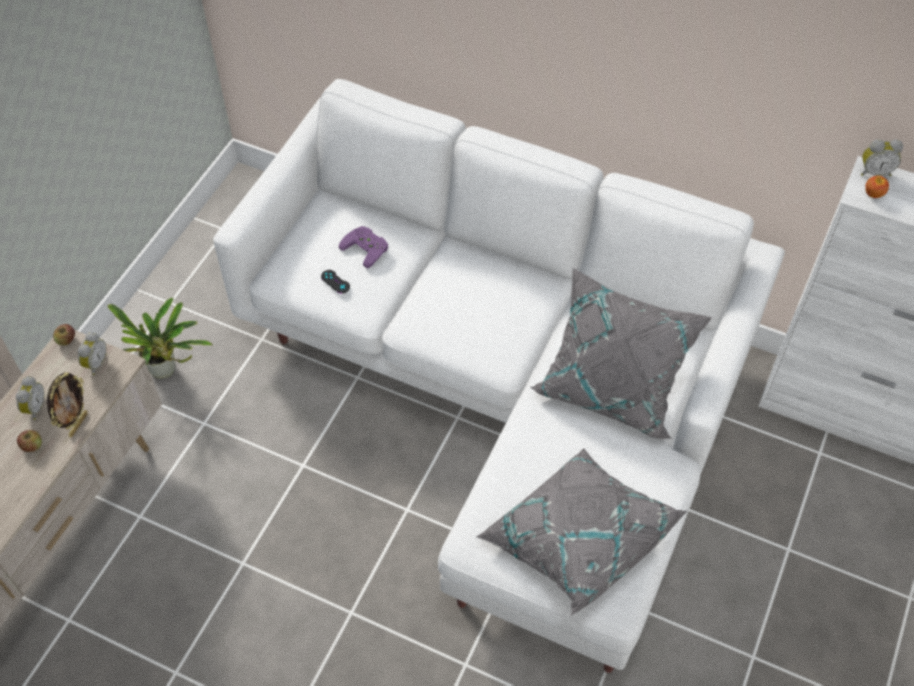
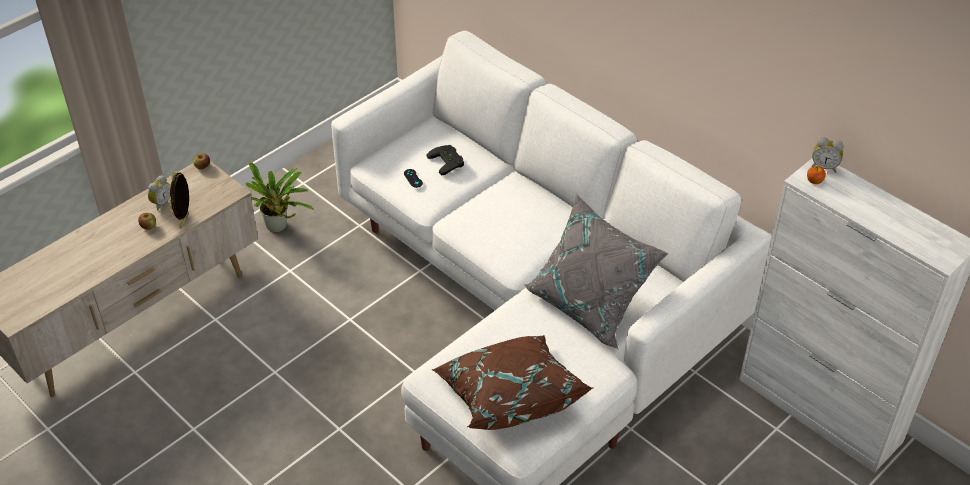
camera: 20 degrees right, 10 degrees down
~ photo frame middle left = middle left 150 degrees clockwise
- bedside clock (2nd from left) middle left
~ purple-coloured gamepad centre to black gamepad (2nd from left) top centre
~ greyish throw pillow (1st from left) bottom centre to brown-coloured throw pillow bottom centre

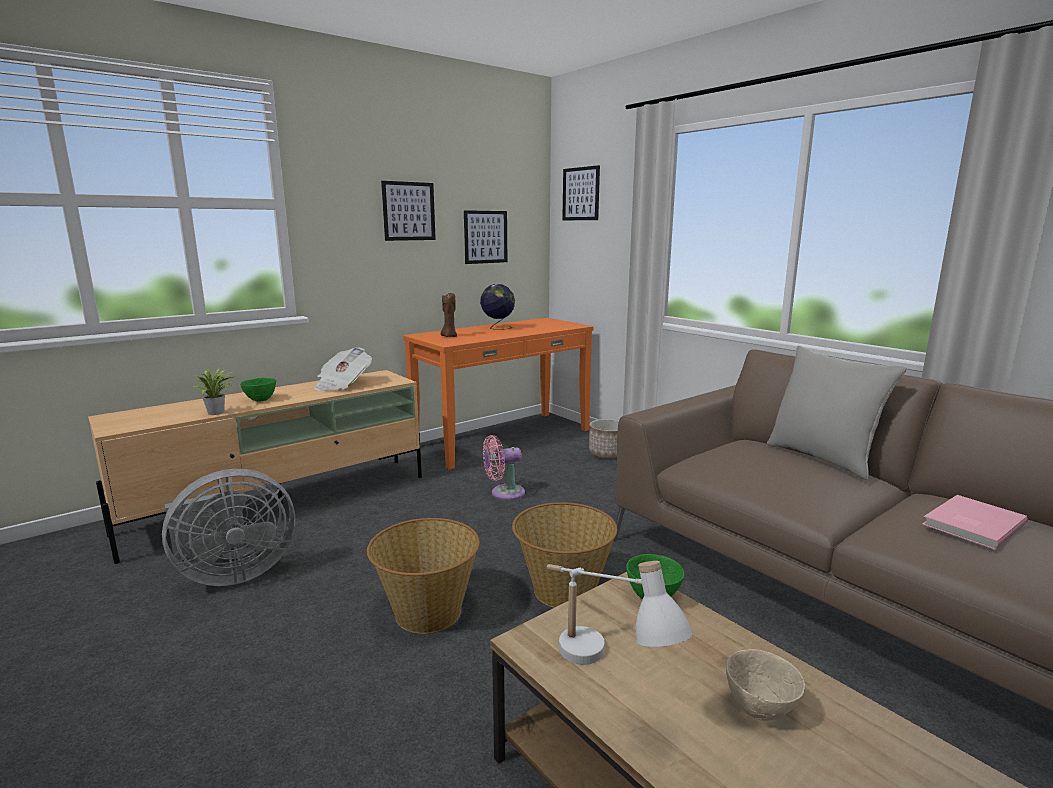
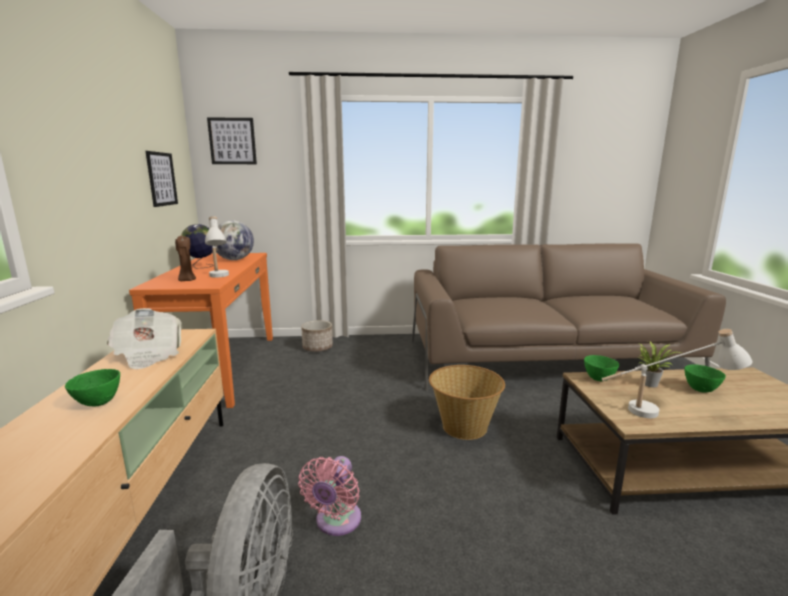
camera: 55 degrees left, 0 degrees up
~ houseplant middle left to middle right
- basket (1st from left) bottom centre
- wall art (1st from left) top centre
~ pinkish cooling fan centre to bottom centre
~ beige bowl bottom right to green-coloured bowl (3rd from left) middle right
- greyish throw pillow middle right
- pinkish volume middle right
+ whitish lamp for a table (1st from left) middle left
+ world globe (2nd from left) middle left

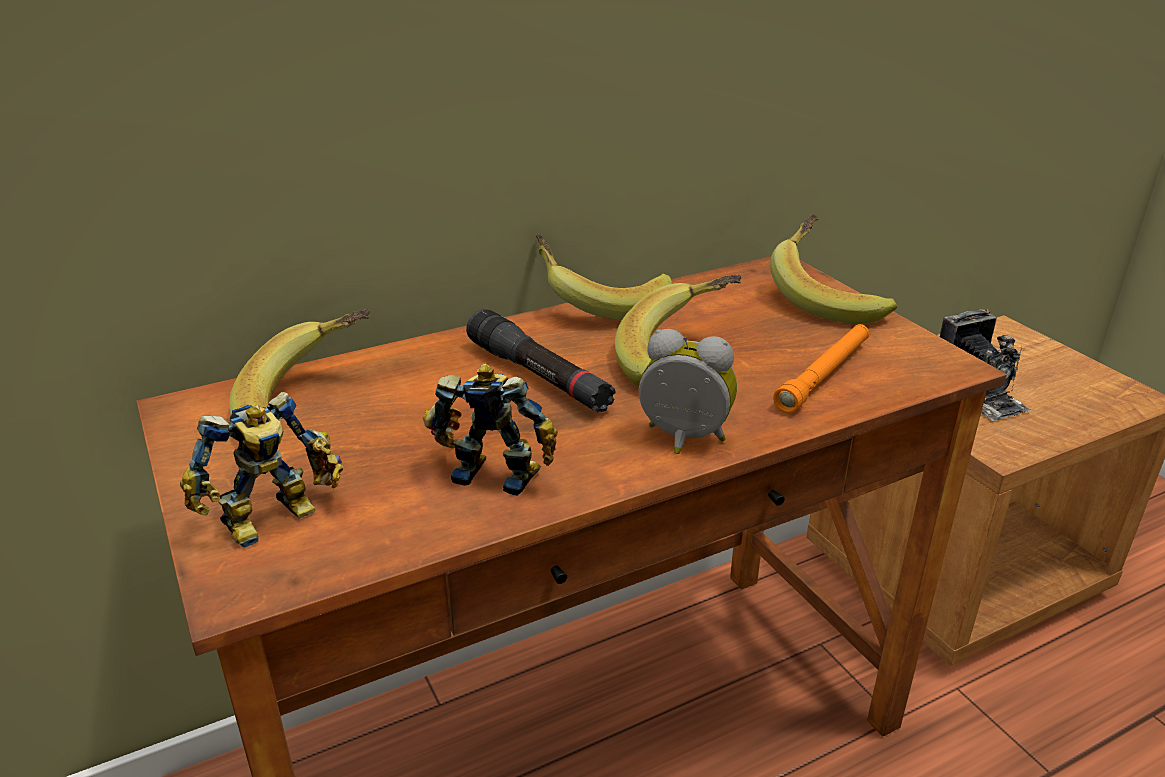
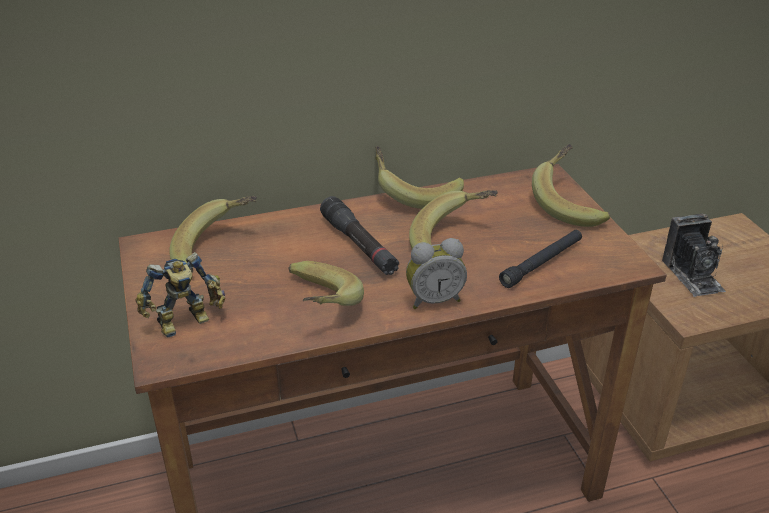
camera: 10 degrees right, 5 degrees up
~ robot figure (2nd from left) centre to whole banana (2nd from left) centre
~ bedside clock centre = centre 135 degrees clockwise
~ orange torch middle right to black torch (2nd from left) middle right

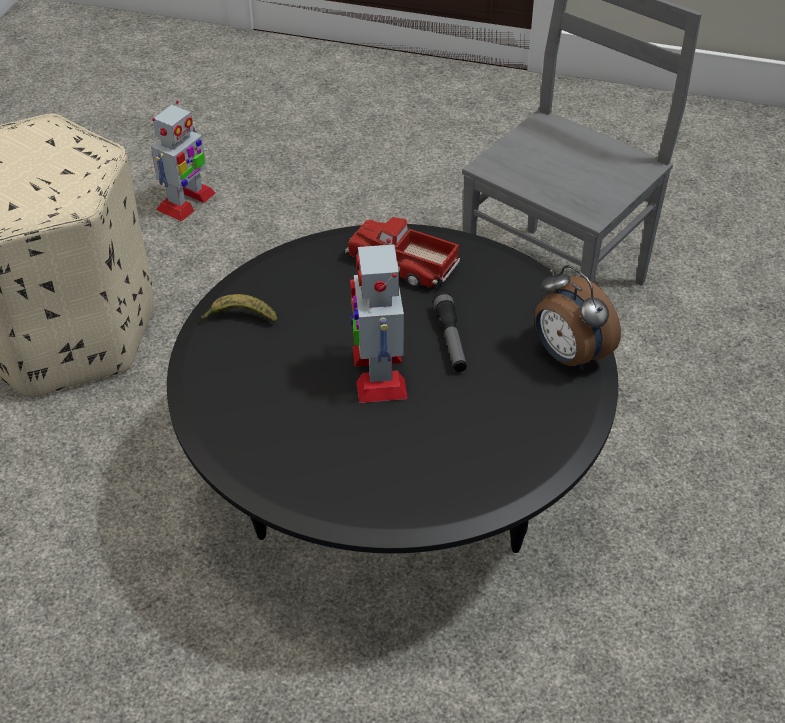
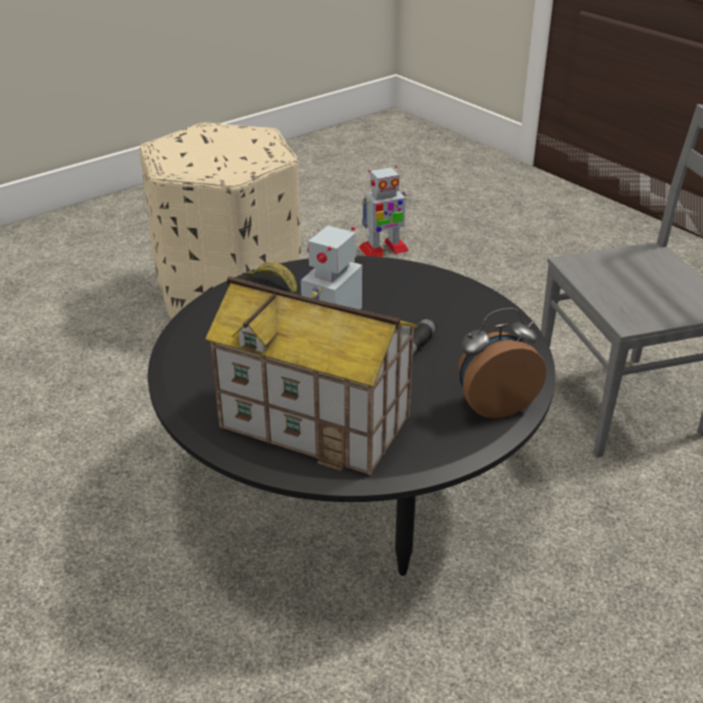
camera: 35 degrees right, 10 degrees down
- toy lorry centre
~ bedside clock middle right = middle right 75 degrees clockwise
+ toy house centre

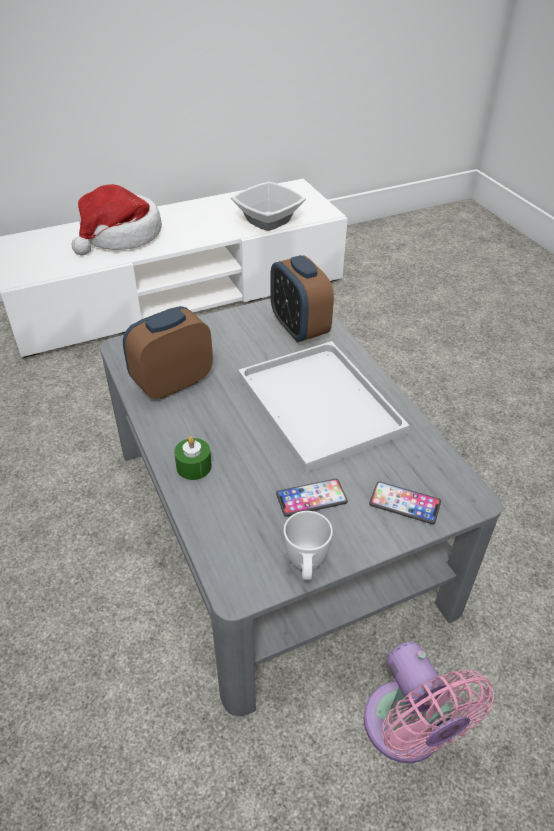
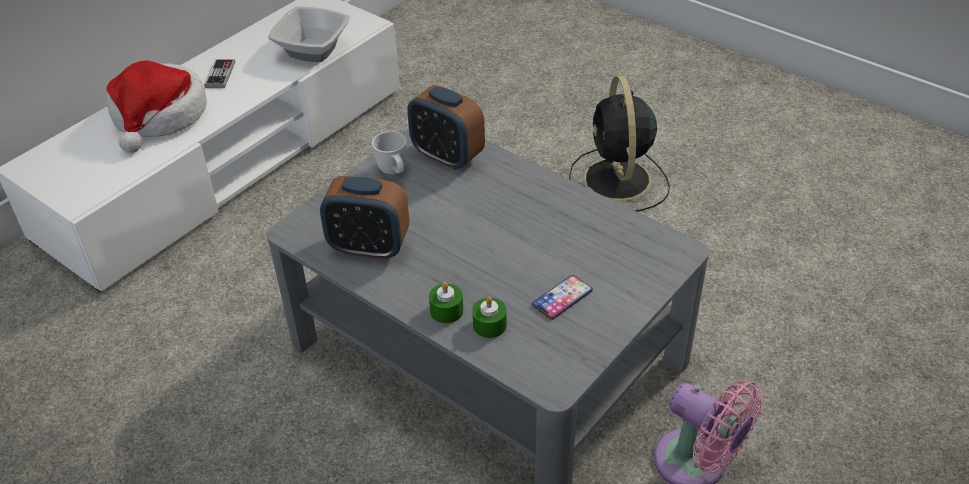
camera: 25 degrees left, 0 degrees up
~ bedside clock (1st from left) middle left = centre 105 degrees counterclockwise
- whitish serving tray centre
~ whitish coffee mug centre to top centre
- handset (2nd from left) middle right
+ gamepad top left
+ green-coloured wax candle (2nd from left) centre
+ black cooling fan top centre

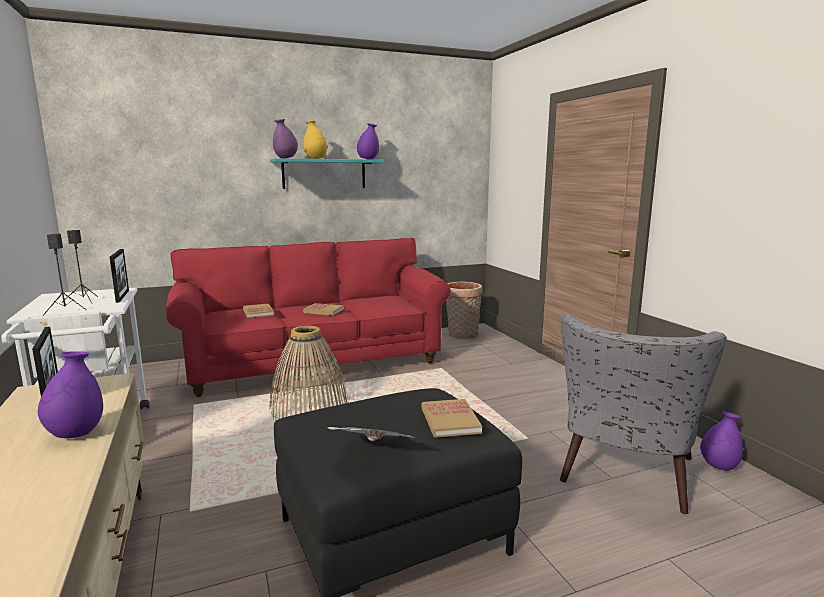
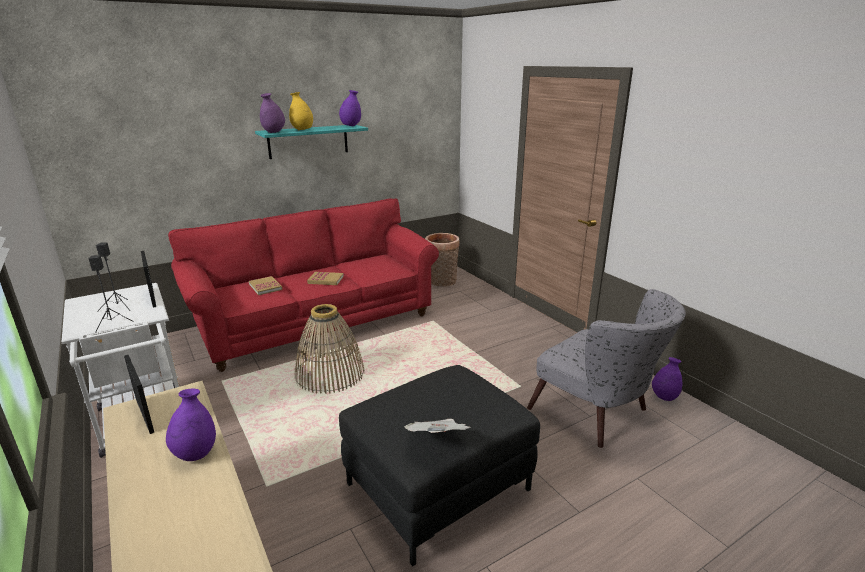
camera: 10 degrees left, 10 degrees up
- volume (3rd from left) bottom centre
~ greyish lounge chair bottom right = middle right 60 degrees counterclockwise

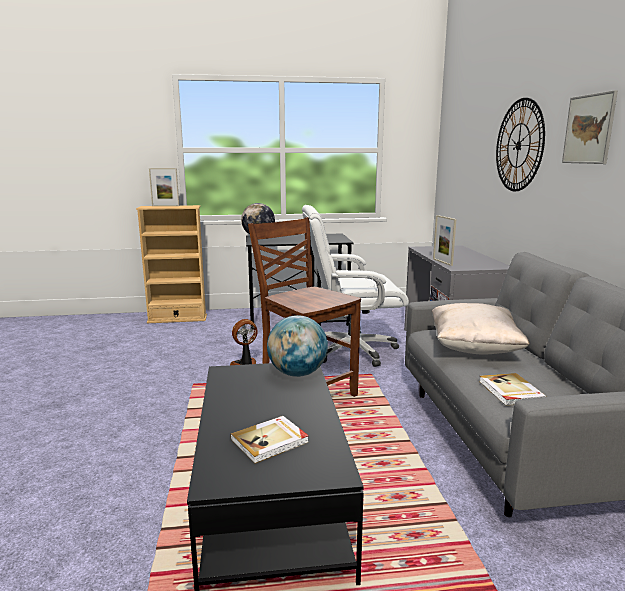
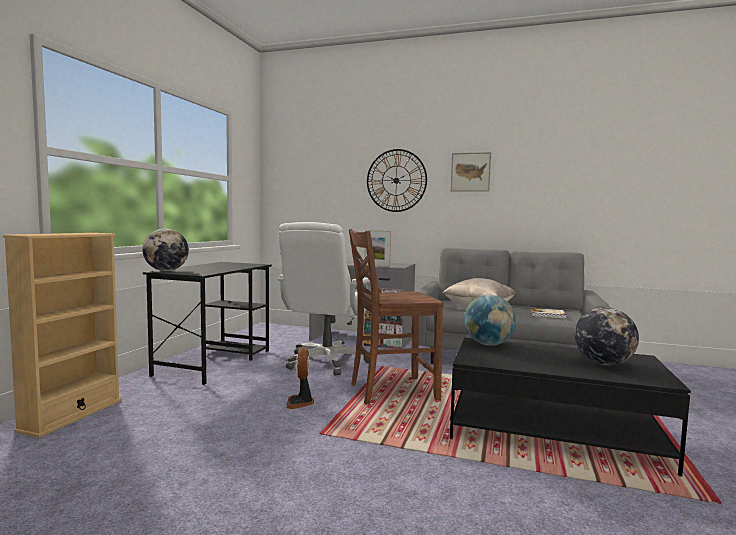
camera: 65 degrees left, 10 degrees down
- photo frame (1st from left) top left
~ volume (1st from left) bottom centre to world globe (3rd from left) middle right

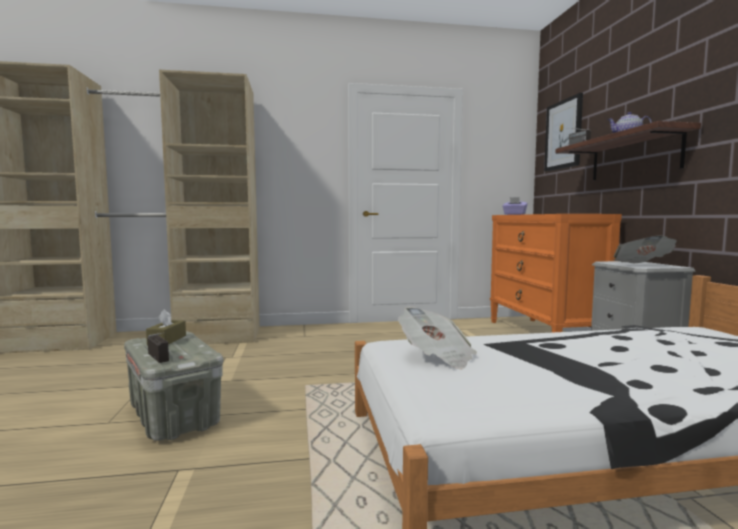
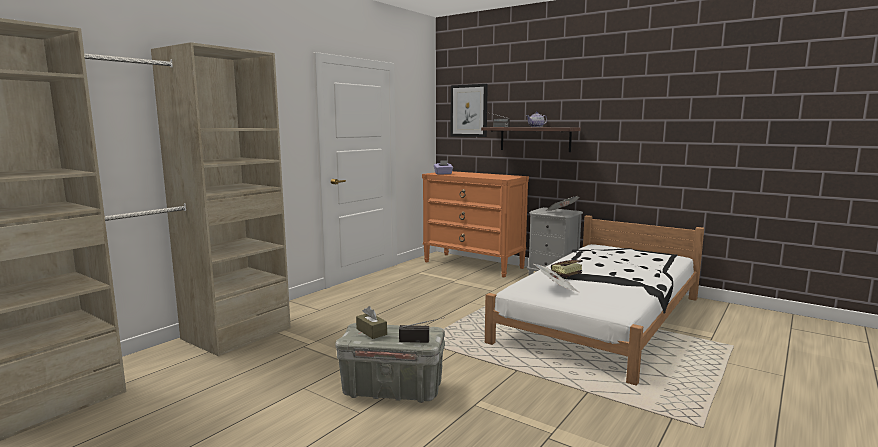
camera: 45 degrees left, 5 degrees up
+ volume centre

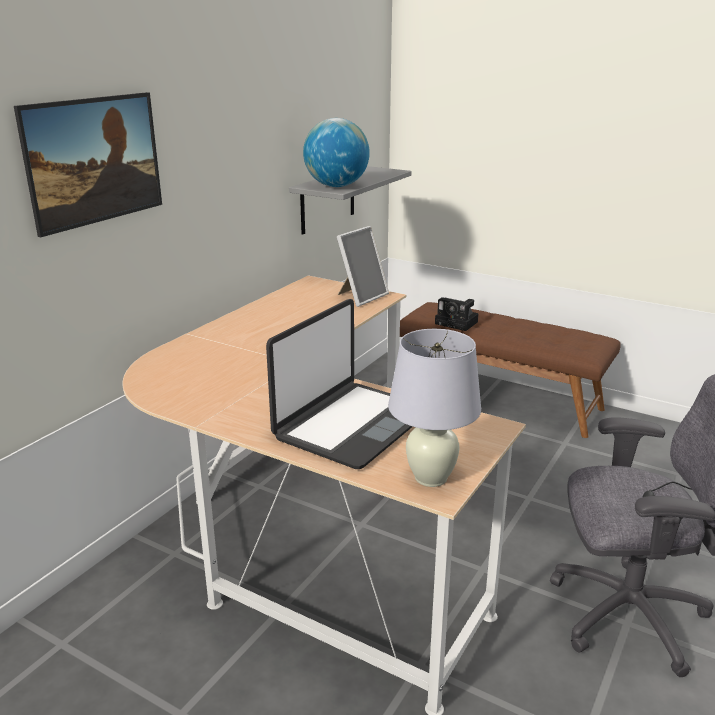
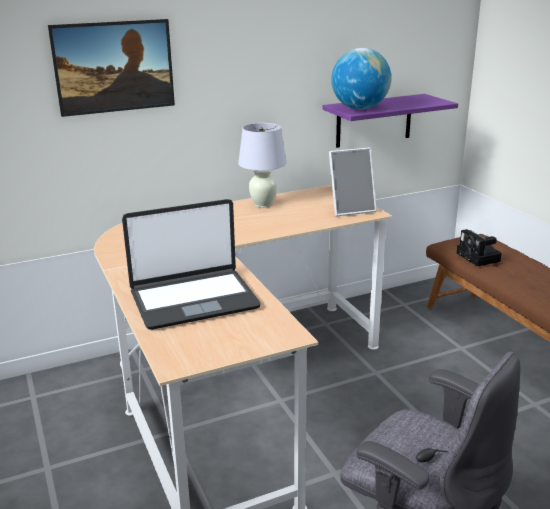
camera: 35 degrees right, 0 degrees up
~ greyish shelf top centre to purple-coloured shelf top right
~ whitish lamp for a table centre to top centre

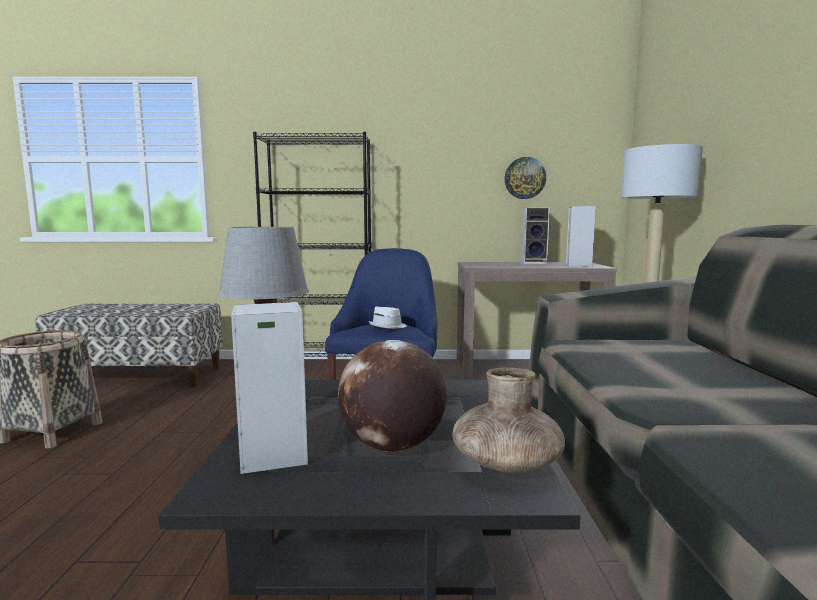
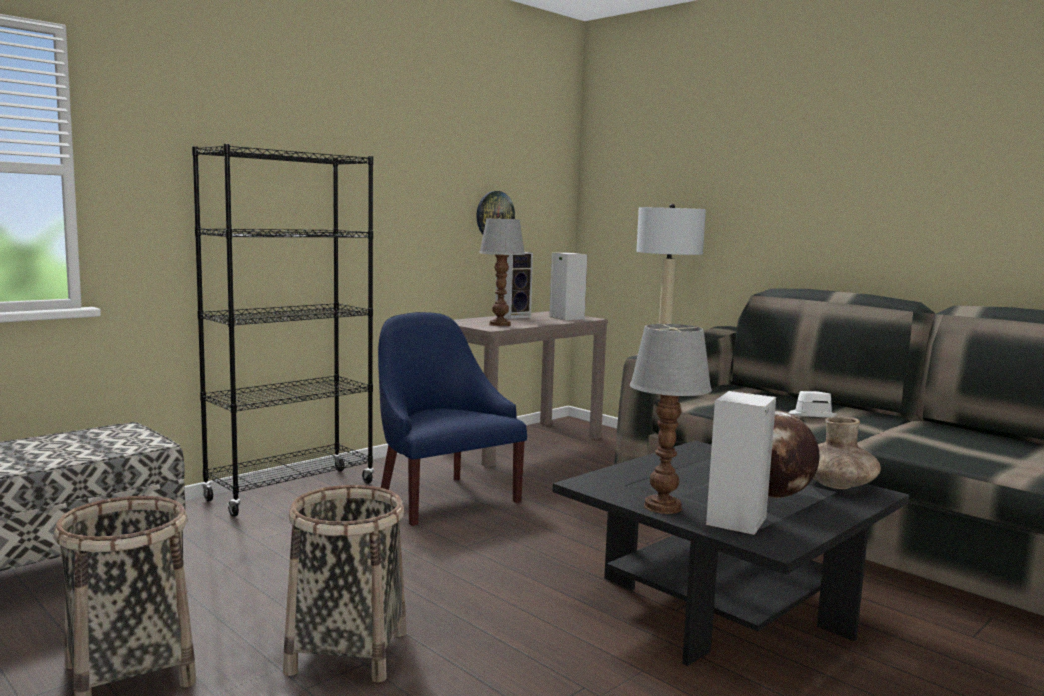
camera: 45 degrees left, 0 degrees up
~ whitish clothing hat centre to middle right
+ basket (2nd from left) bottom left
+ lamp for a table (1st from left) centre

